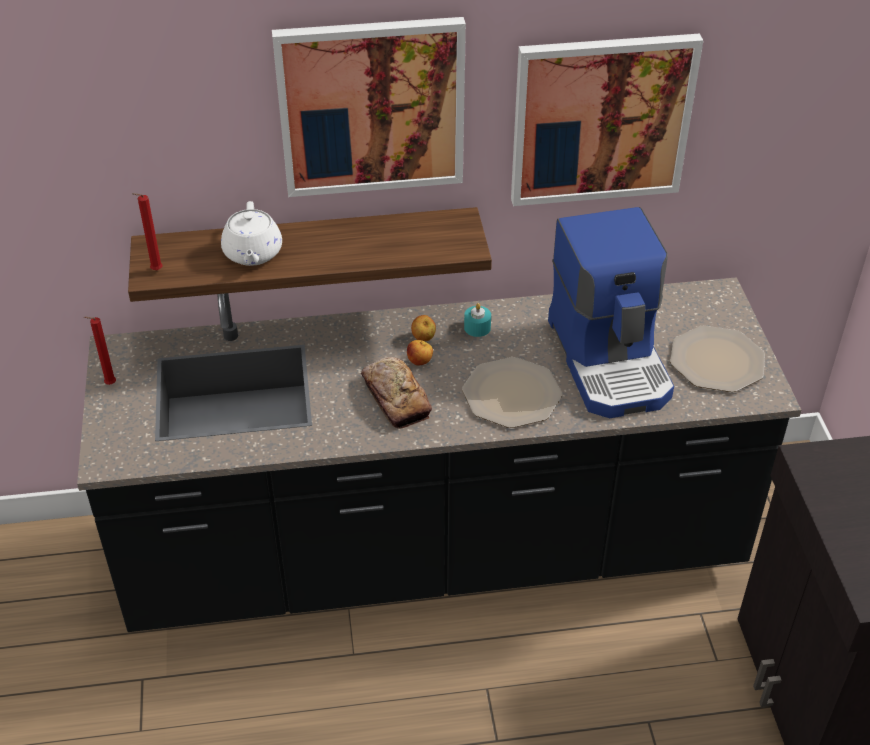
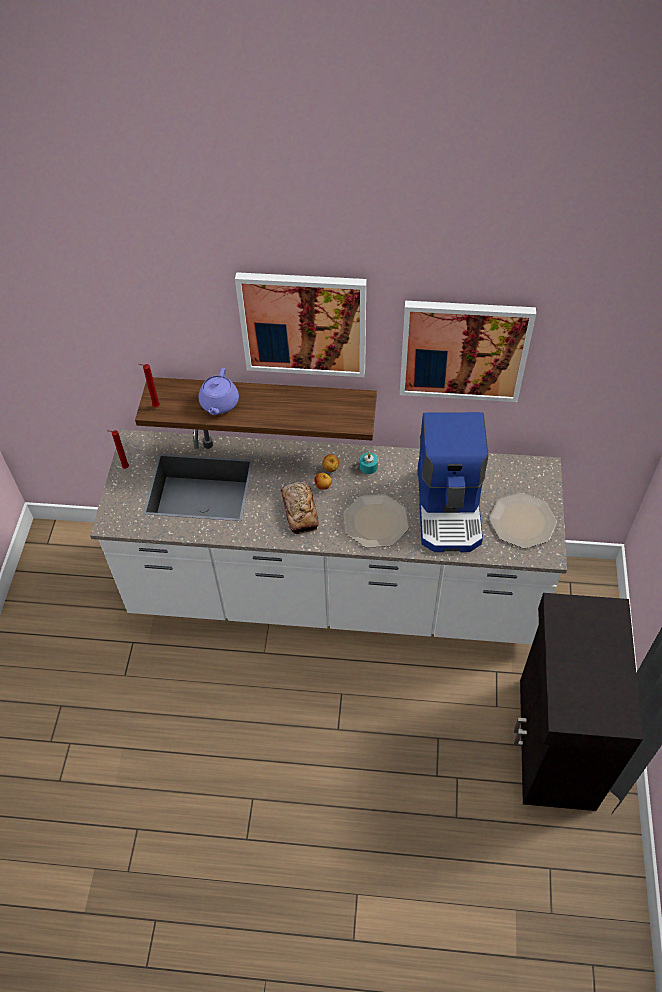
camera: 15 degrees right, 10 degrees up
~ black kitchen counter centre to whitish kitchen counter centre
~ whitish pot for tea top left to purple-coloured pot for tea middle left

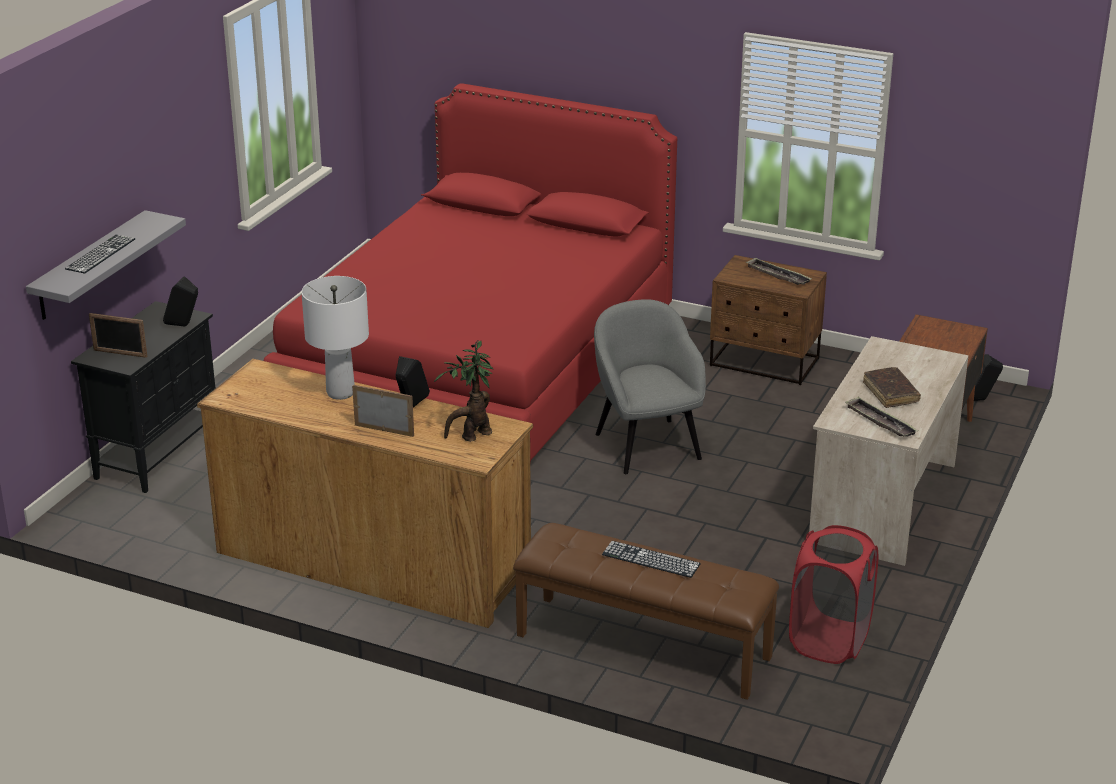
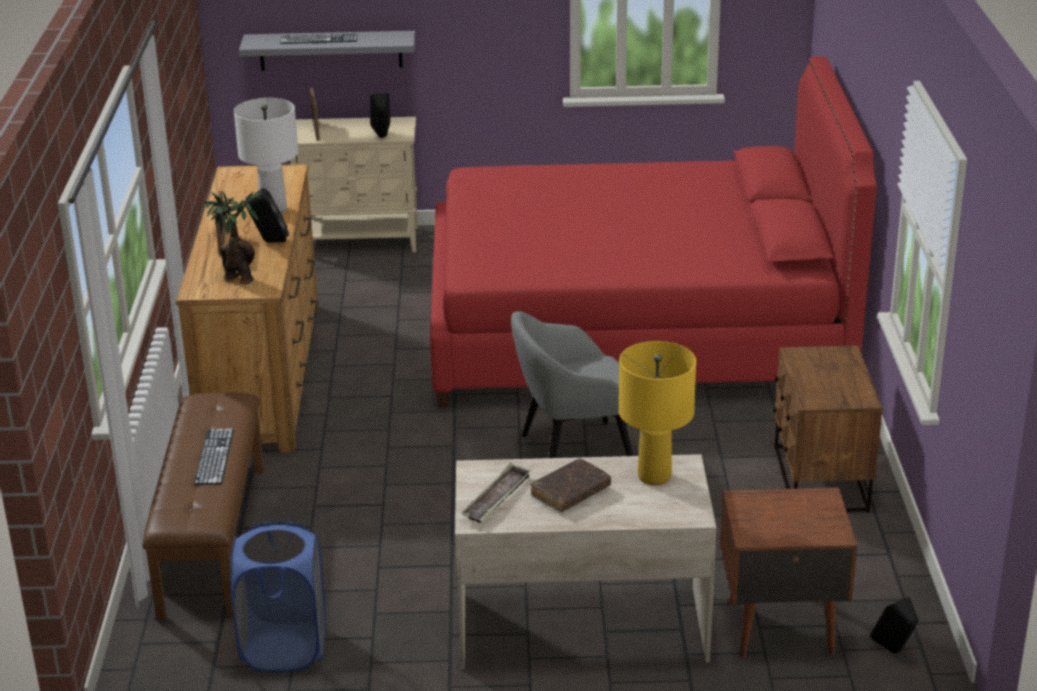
camera: 65 degrees right, 0 degrees up
~ black storage cabinet middle left to beige storage cabinet top centre
~ greyish lounge chair centre = centre 150 degrees counterclockwise
- serving tray (1st from left) middle right
~ red hamper bottom right to bluish hamper bottom left
+ yellow lamp for a table centre

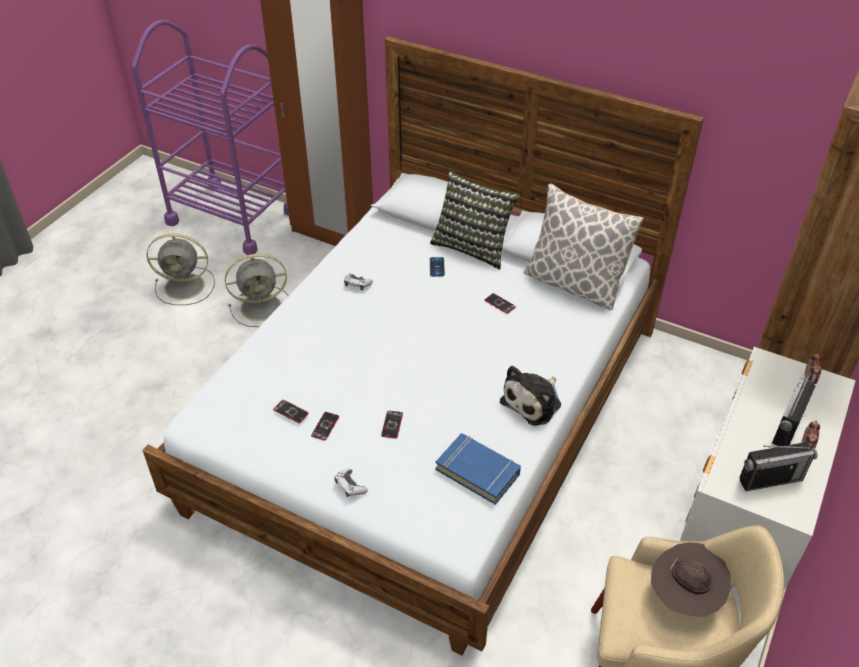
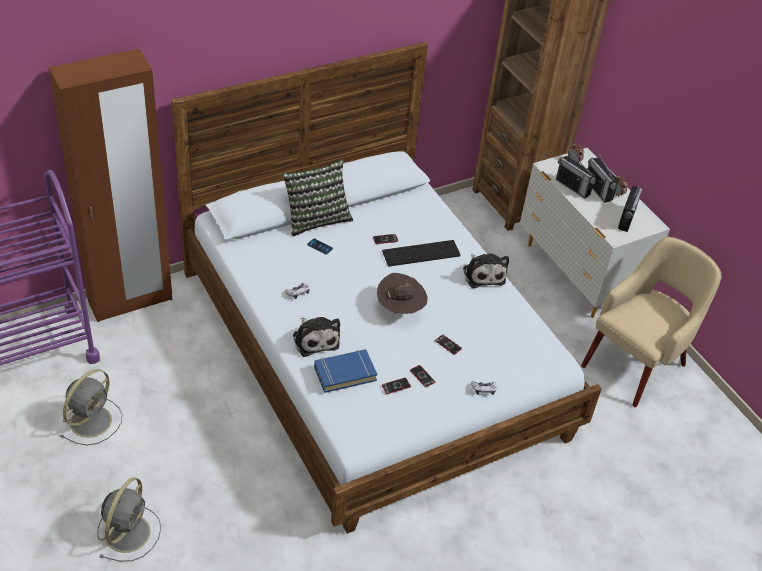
camera: 60 degrees left, 0 degrees up
~ greyish cooling fan (2nd from left) middle left to bottom left
~ bluish volume bottom centre to centre
- throw pillow (2nd from left) middle right
~ brown-coloured clothing hat bottom right to centre
+ soft toy (1st from left) centre
+ computer keyboard centre
+ radio set (1st from left) top right

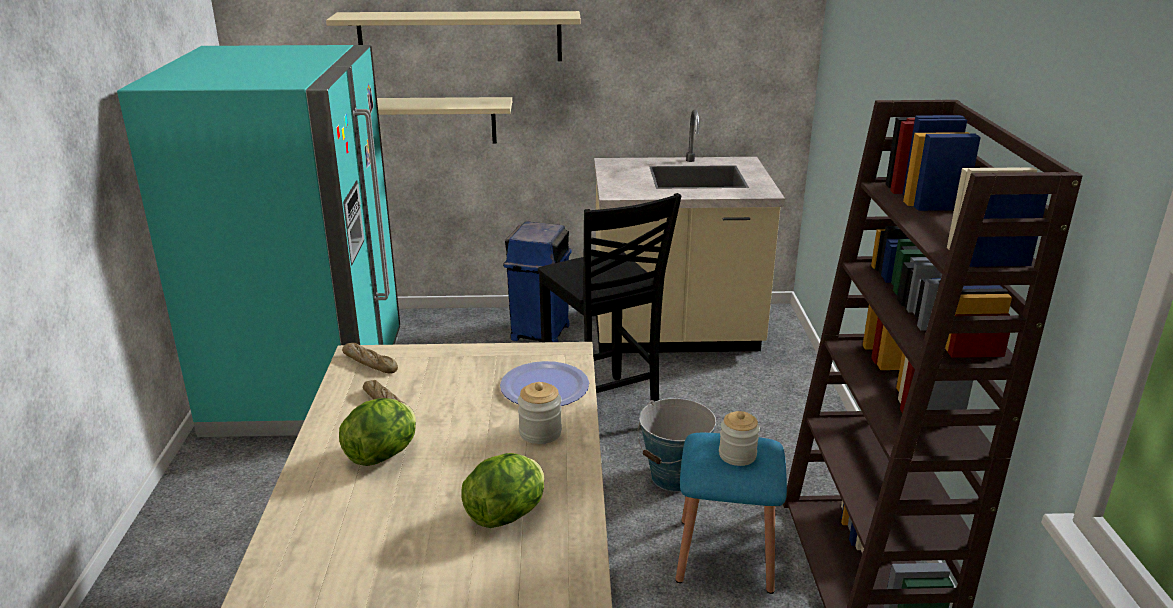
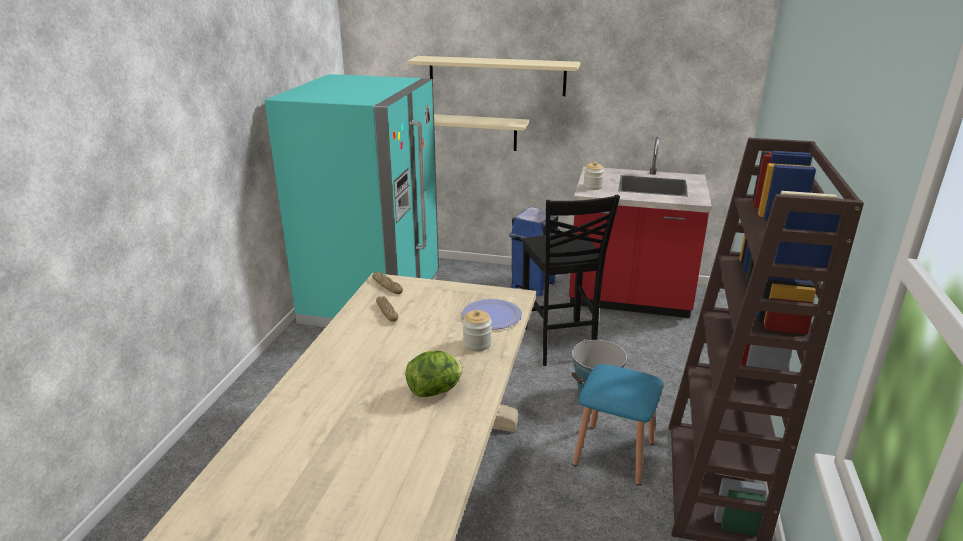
camera: 15 degrees right, 0 degrees up
- lettuce head (1st from left) bottom left
~ beige kitchen counter centre to red kitchen counter centre
~ preserve jar (2nd from left) bottom centre to top centre

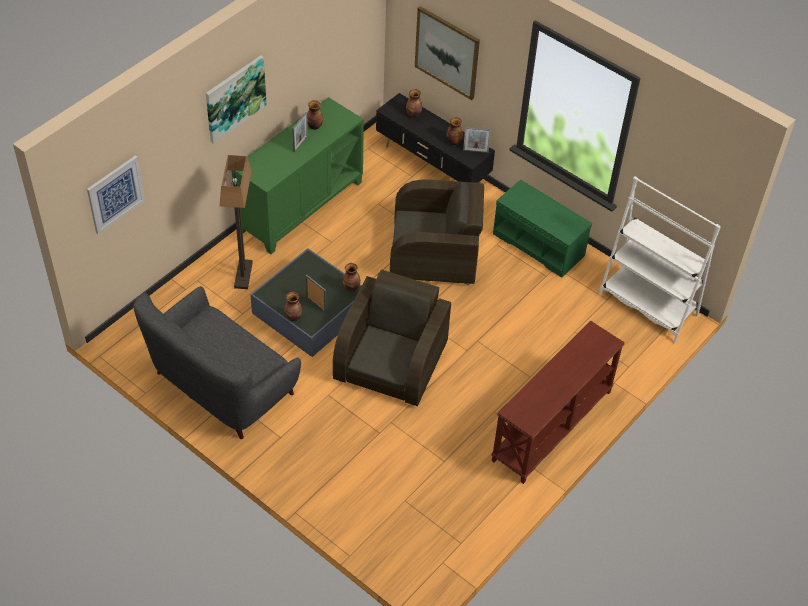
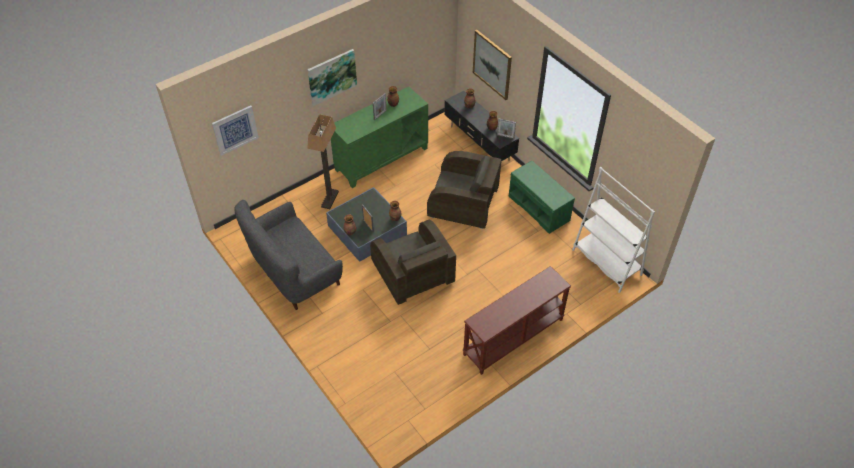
camera: 15 degrees right, 0 degrees up
~ brown-coloured lounge chair (1st from left) centre = centre 120 degrees clockwise

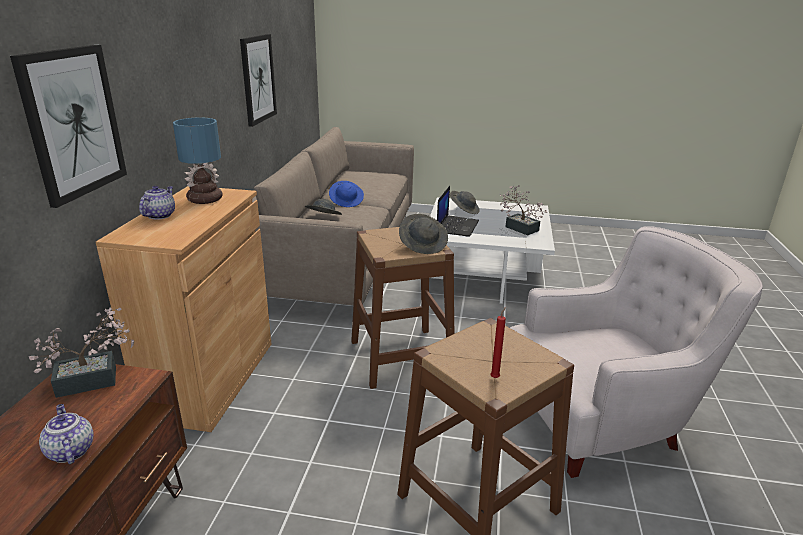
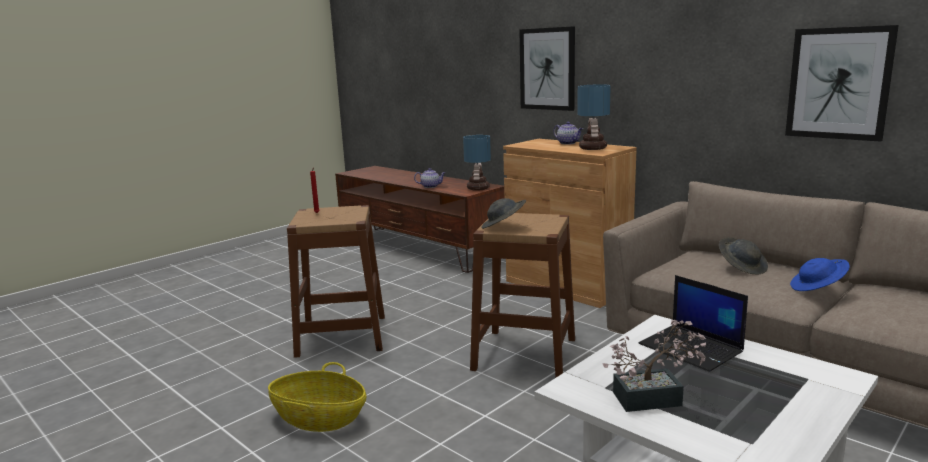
camera: 125 degrees right, 10 degrees down
~ houseplant (1st from left) middle left to lamp for a table (1st from left) centre
- greyish clothing hat (3rd from left) centre
~ whitish lounge chair middle right to basket bottom centre

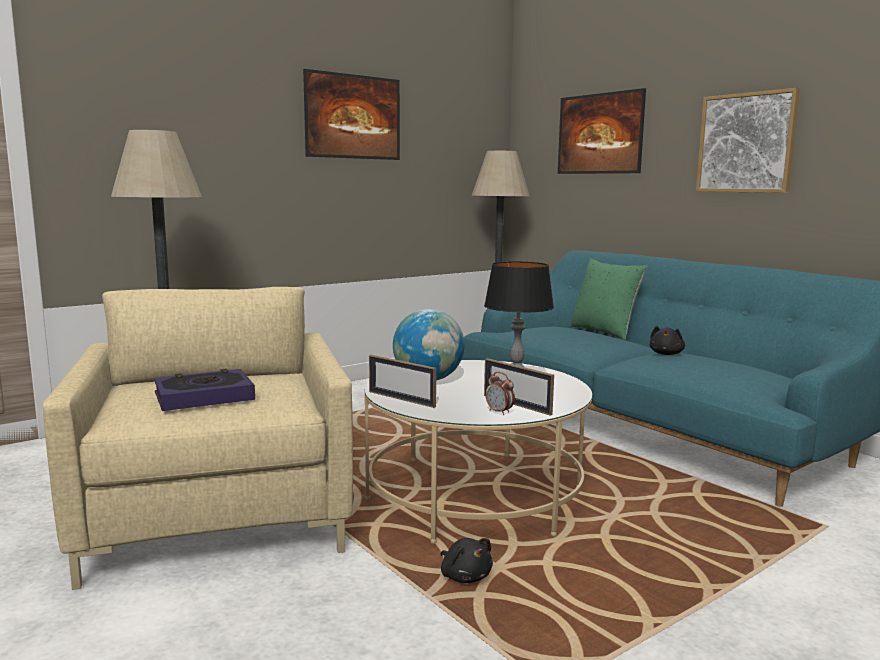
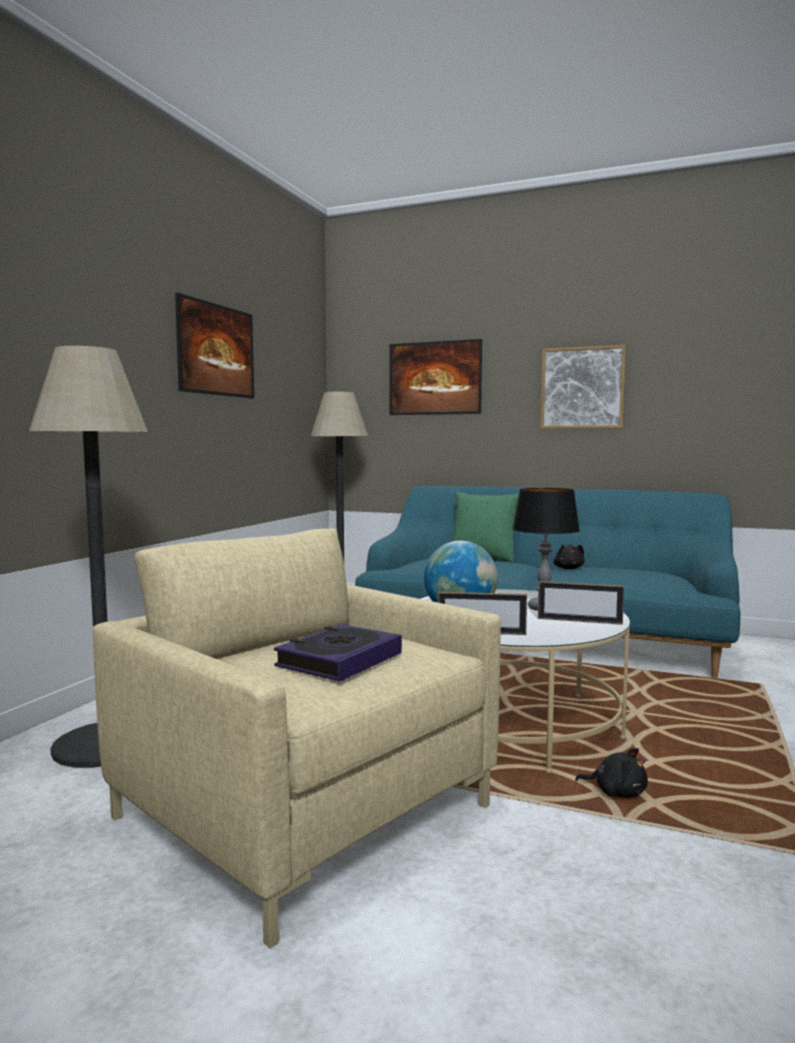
camera: 30 degrees left, 5 degrees down
- bedside clock centre

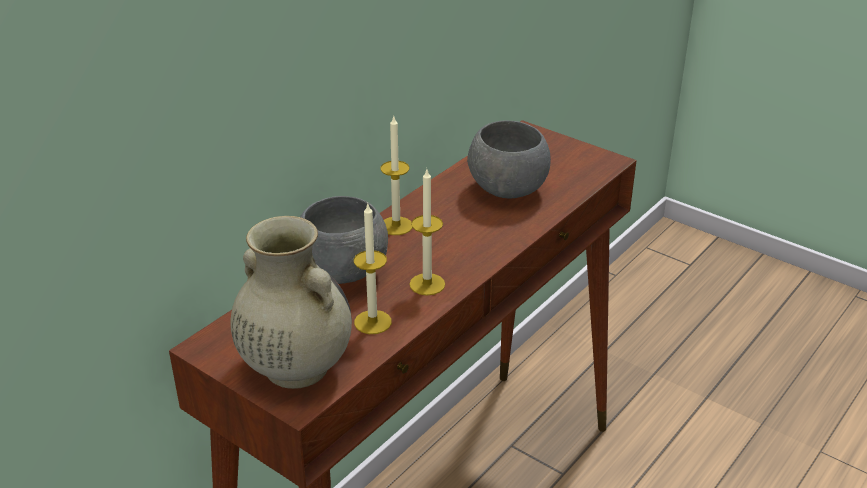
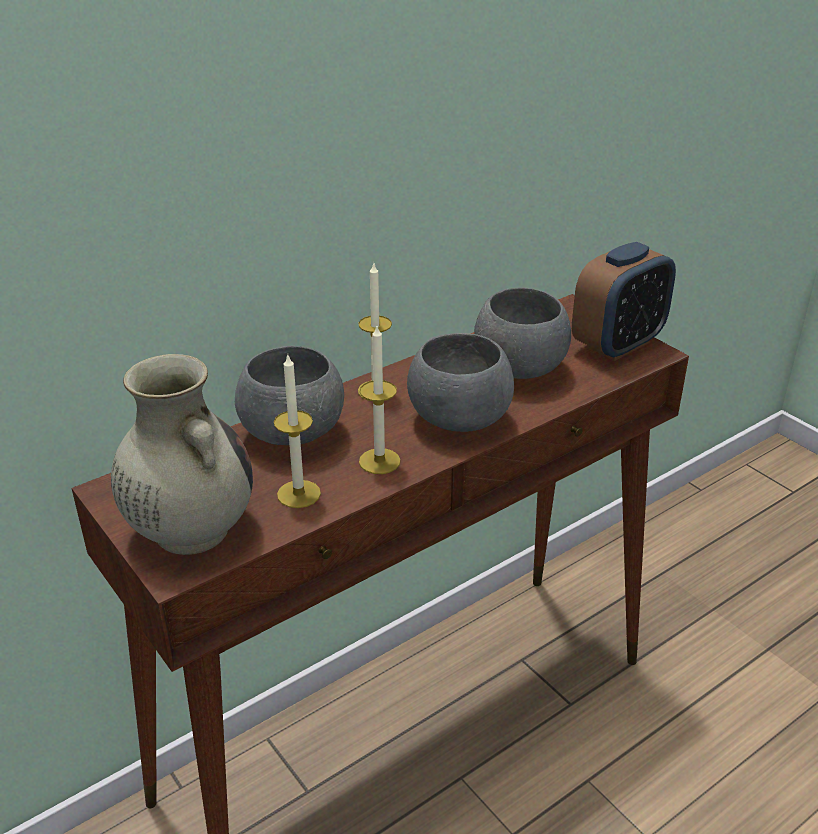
camera: 15 degrees right, 0 degrees up
+ greyish bowl (2nd from left) centre
+ bedside clock middle right

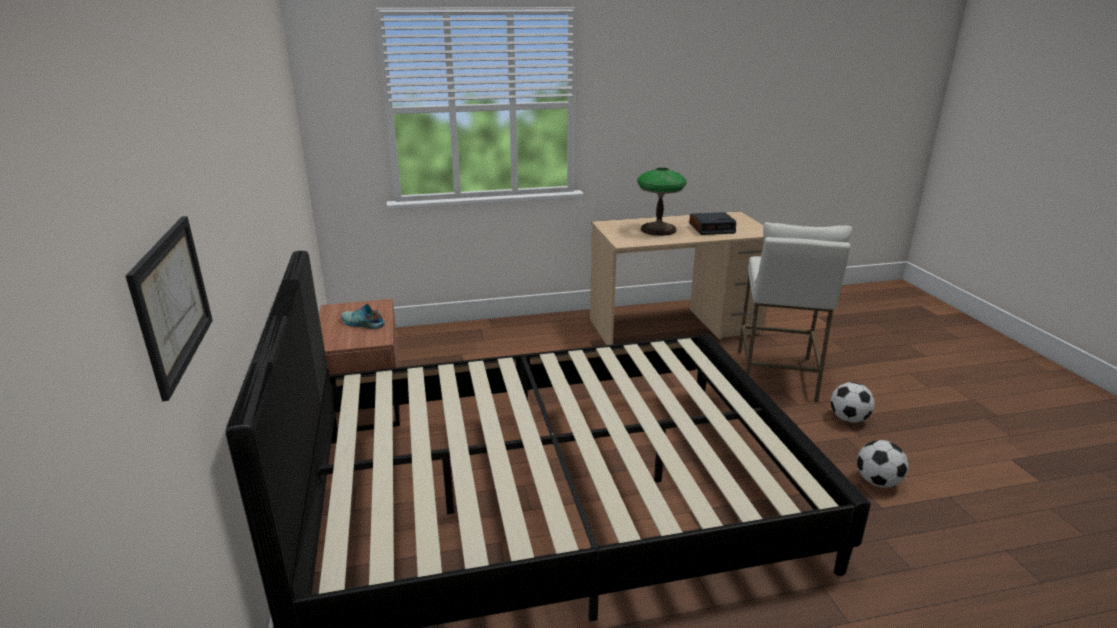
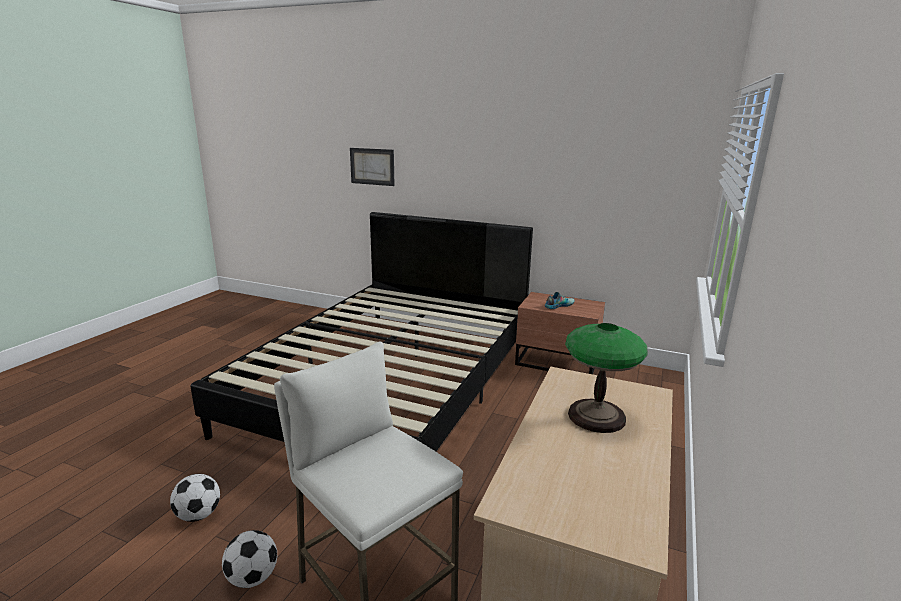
camera: 125 degrees right, 5 degrees down
- bedside clock centre

